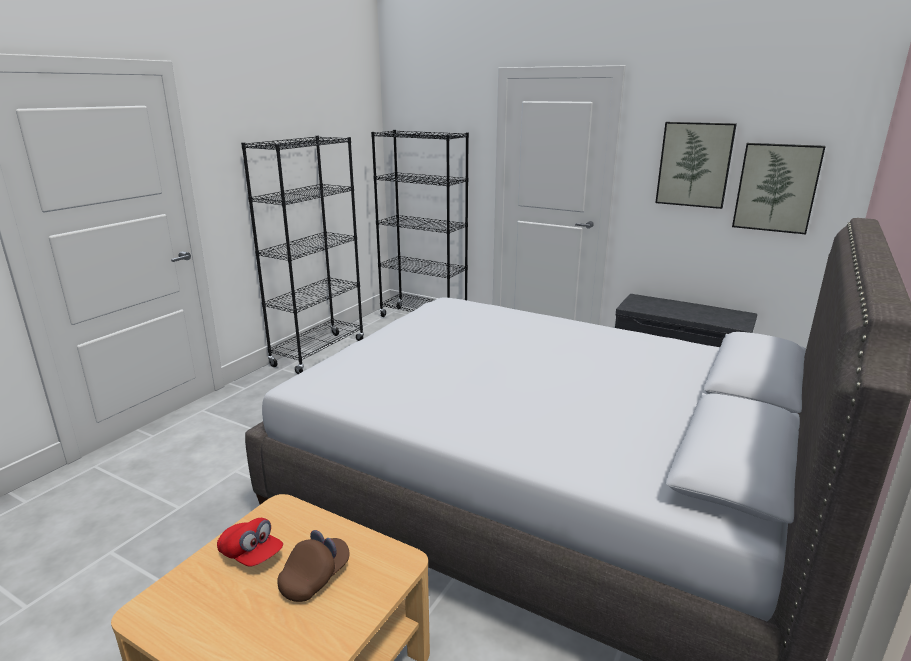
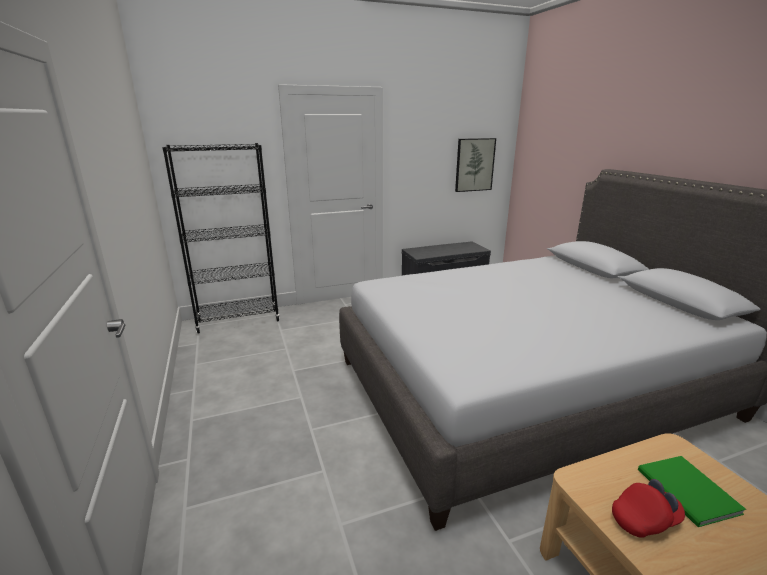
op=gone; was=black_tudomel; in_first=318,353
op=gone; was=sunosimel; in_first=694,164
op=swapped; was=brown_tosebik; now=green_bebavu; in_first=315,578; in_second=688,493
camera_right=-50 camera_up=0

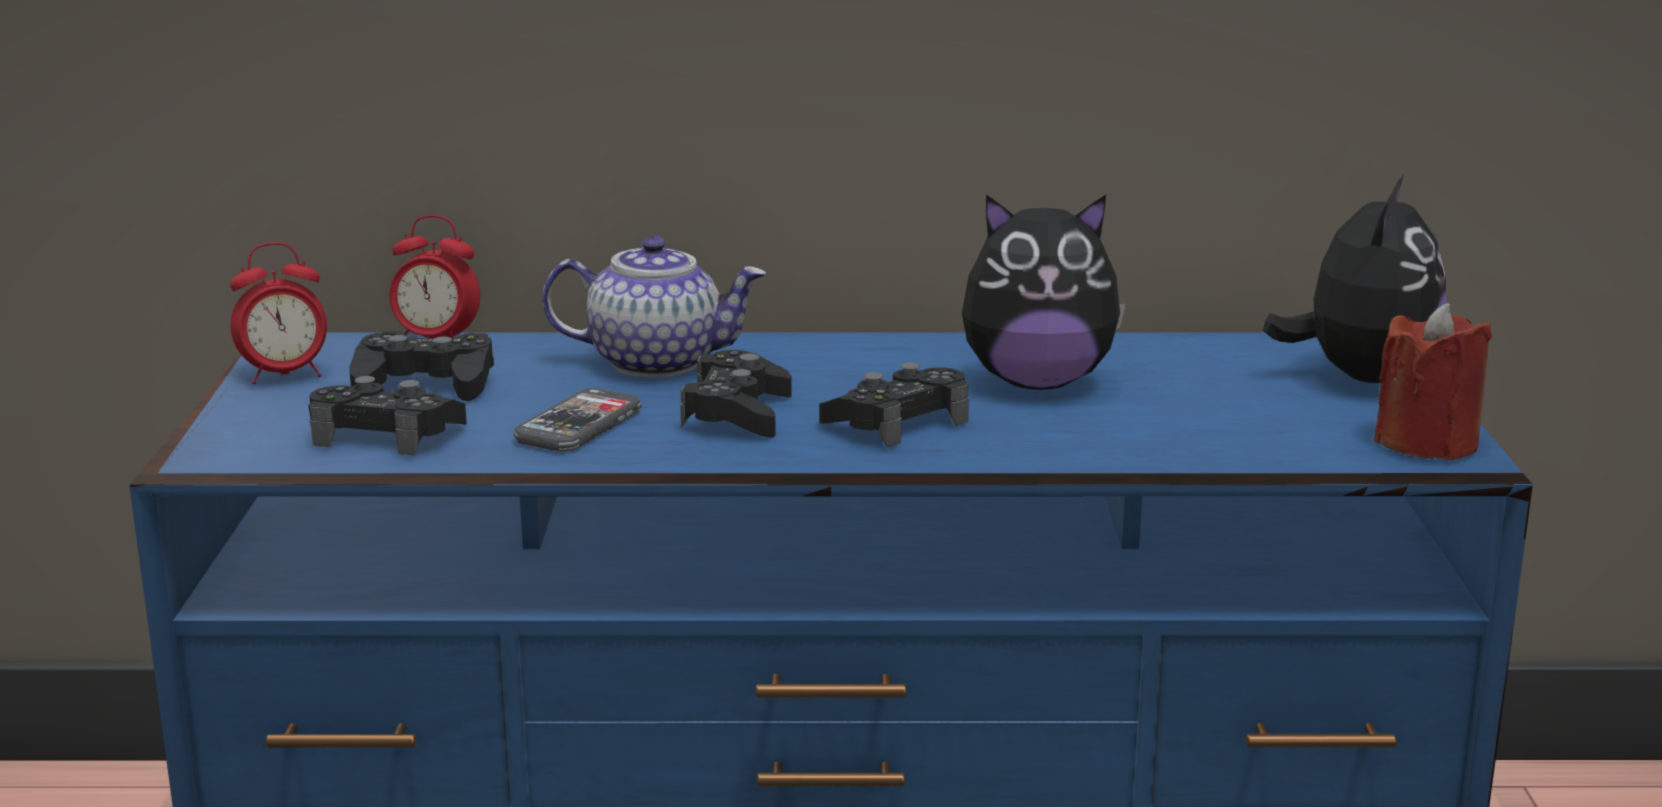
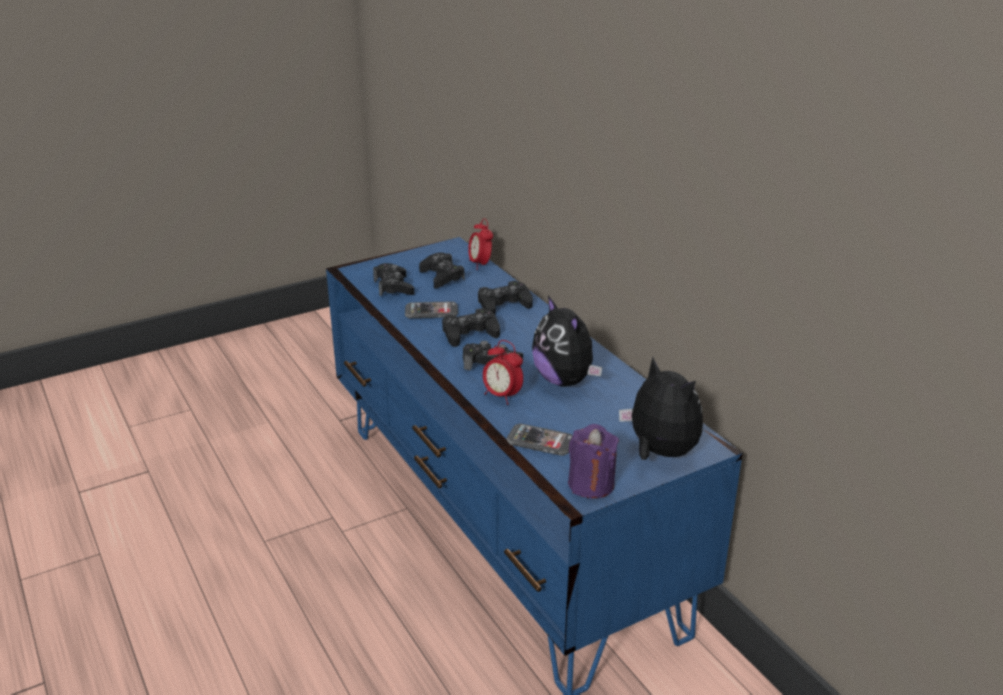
op=new; now=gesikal; in_second=540,441
op=shifted; was=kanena; in_first=285,375; in_second=502,396
op=swapped; was=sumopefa; now=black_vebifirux; in_first=658,362; in_second=503,305
op=repainted; was=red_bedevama; now=purple_bedevama; in_first=1427,443; in_second=591,484
op=rotated; was=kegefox; in_first=1360,377; in_second=659,452; clockwise=-120
camera_right=60 camera_up=10

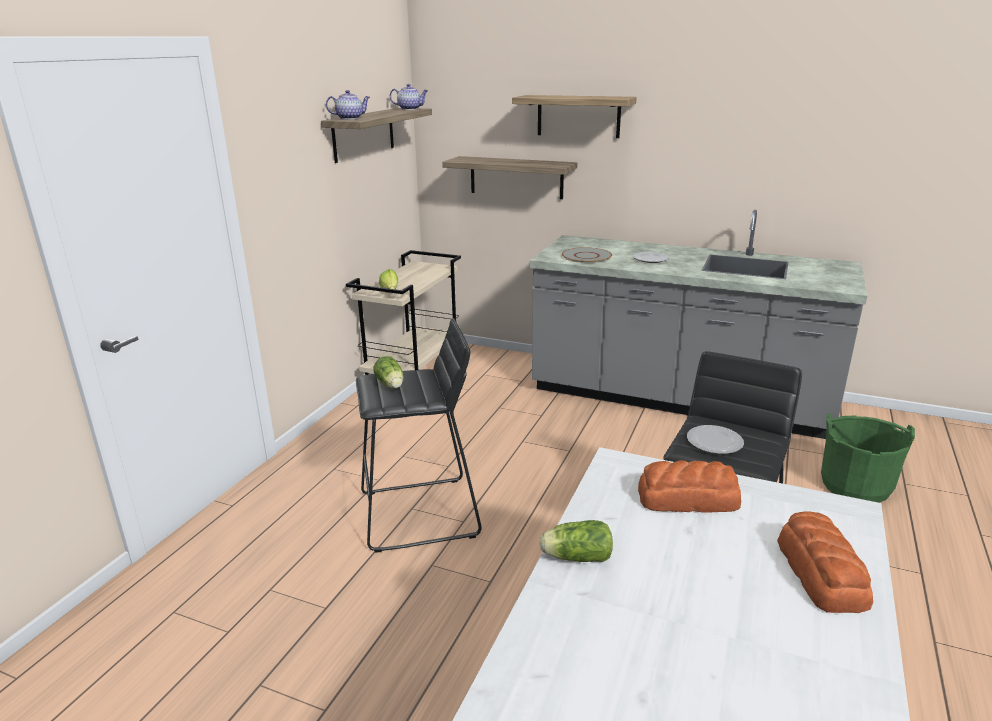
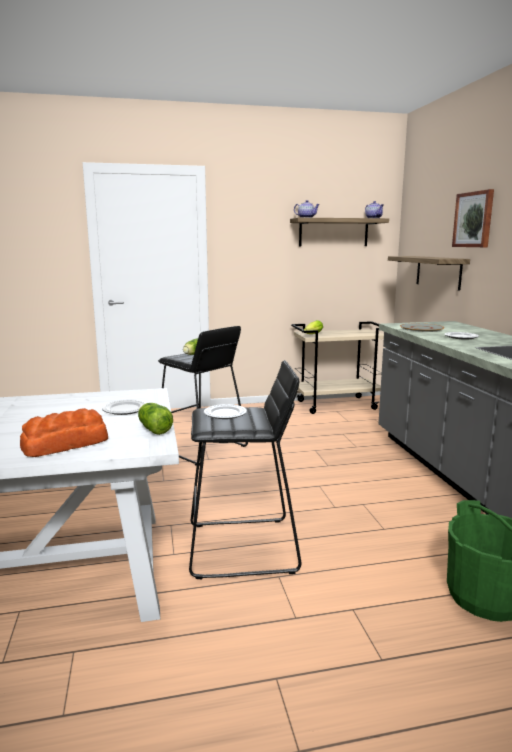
op=shifted; was=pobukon; in_first=575,557; in_second=153,429
op=swapped; was=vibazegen; now=sunosimel; in_first=578,116; in_second=474,219
op=swapped; was=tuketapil; now=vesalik; in_first=689,499; in_second=125,410
camera_right=55 camera_up=-10

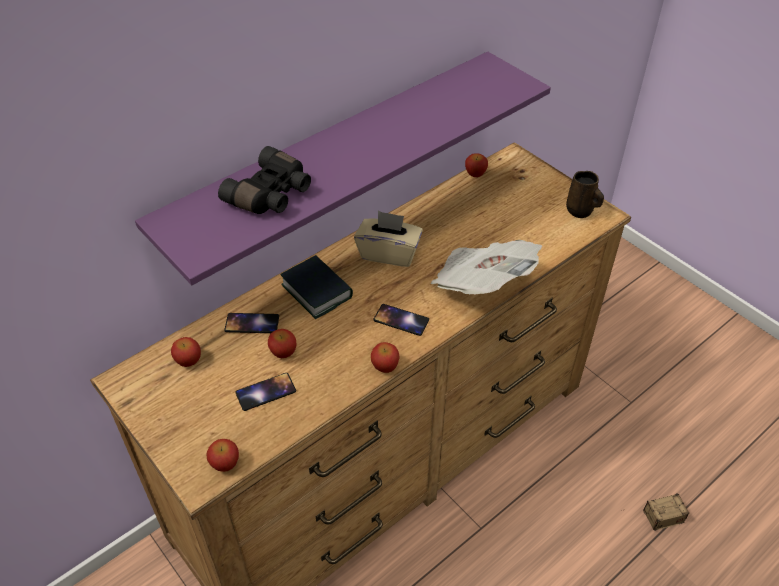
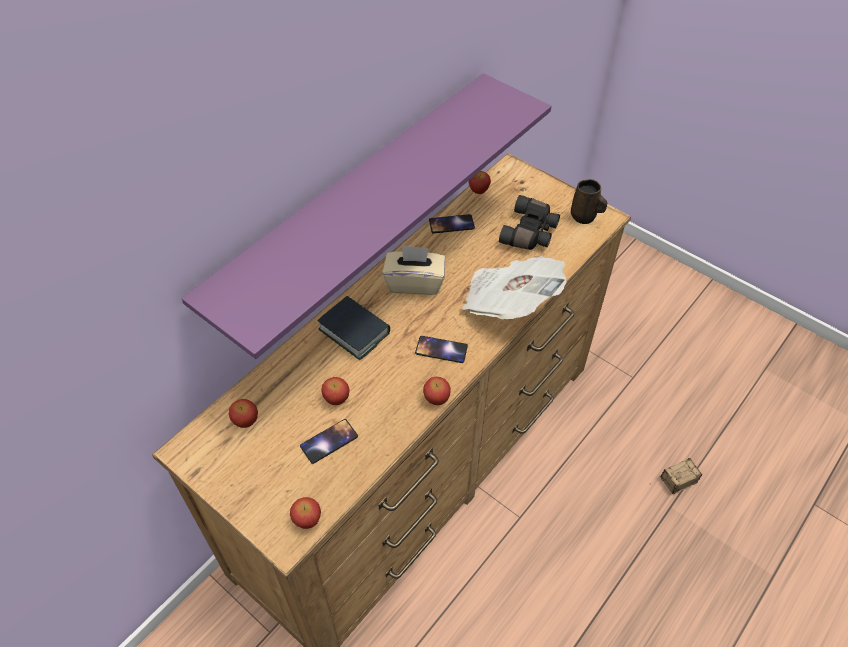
op=shifted; was=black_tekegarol; in_first=271,195; in_second=530,232
op=shifted; was=gesikal; in_first=252,324; in_second=451,224
camera_right=-10 camera_up=5

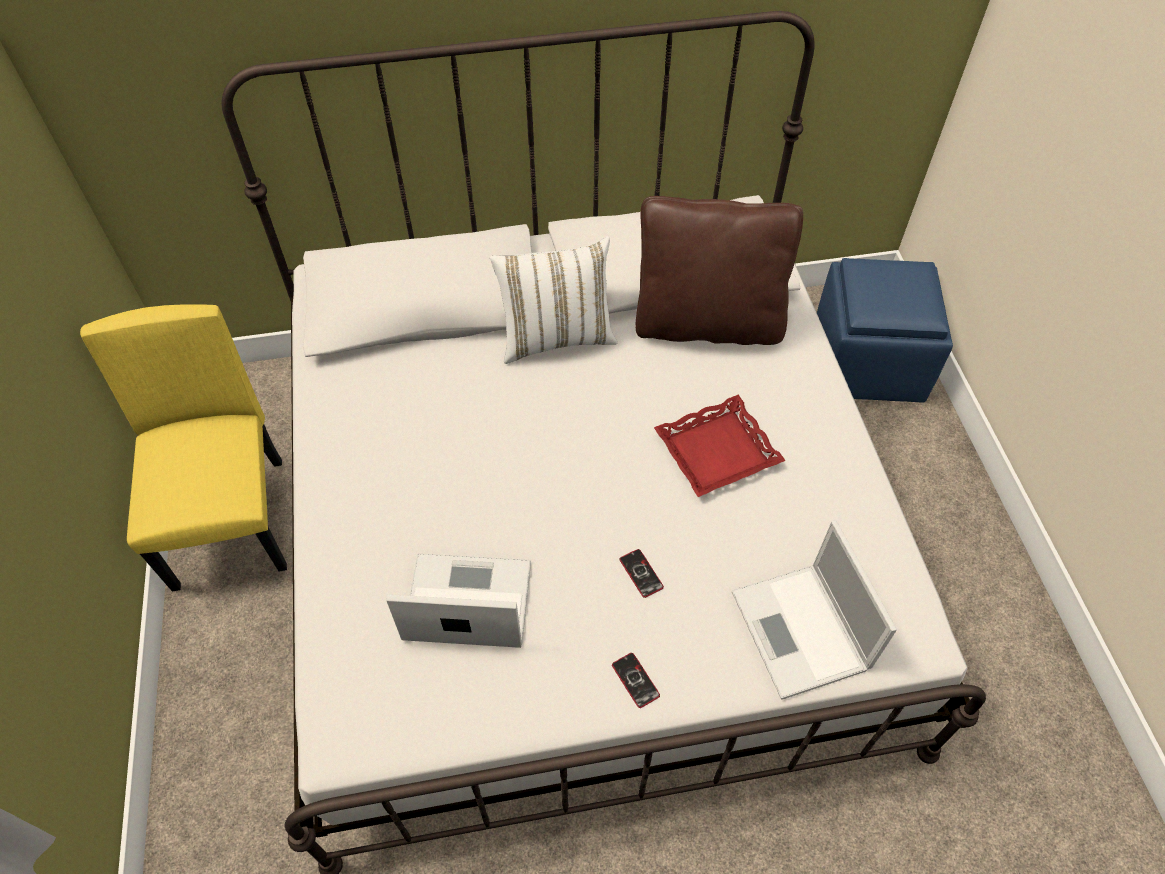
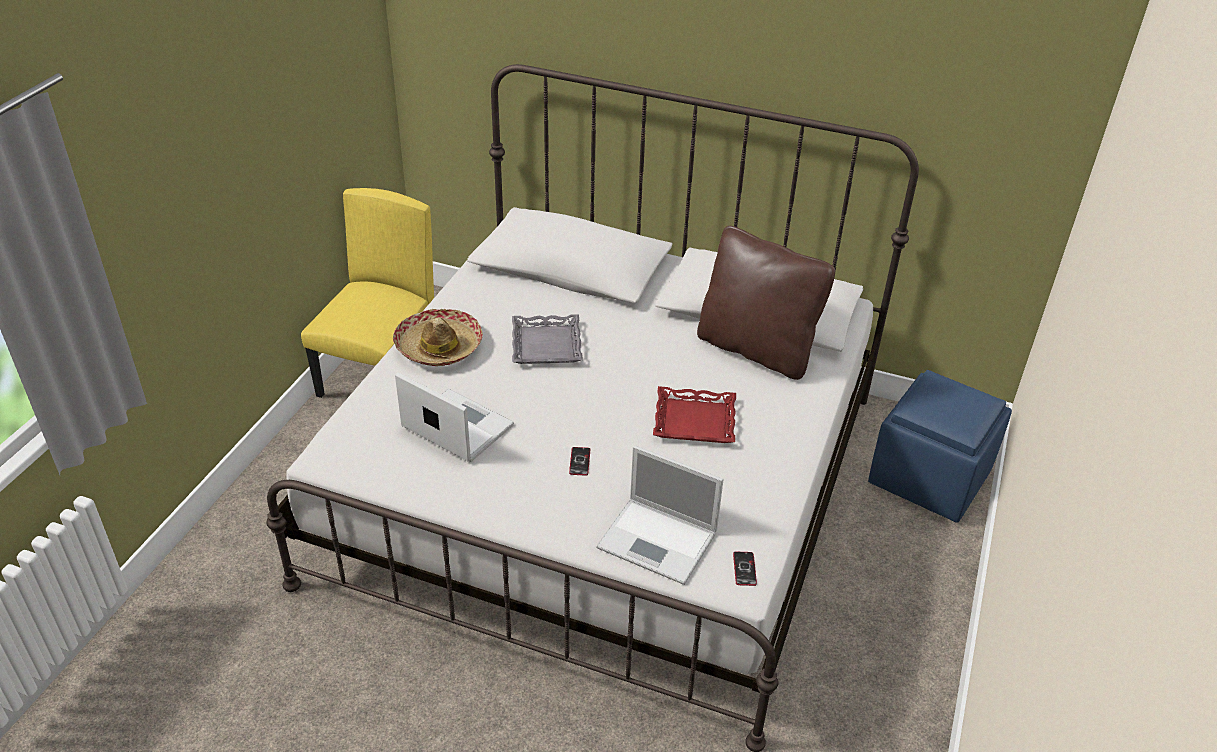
op=gone; was=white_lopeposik; in_first=556,337
op=new; now=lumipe; in_second=438,347
op=new; now=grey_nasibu; in_second=545,345
op=shifted; was=gesikal; in_first=635,680; in_second=744,569
op=rotated; was=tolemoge; in_first=801,632; in_second=659,541; clockwise=-75
camera_right=30 camera_up=-15

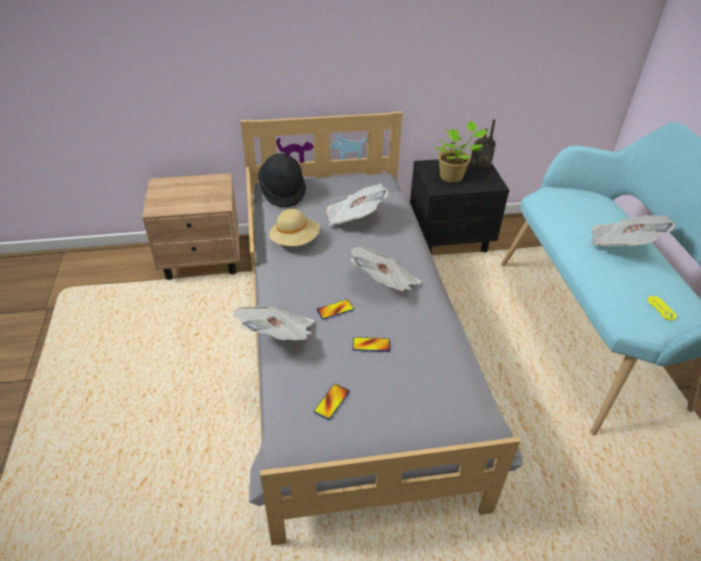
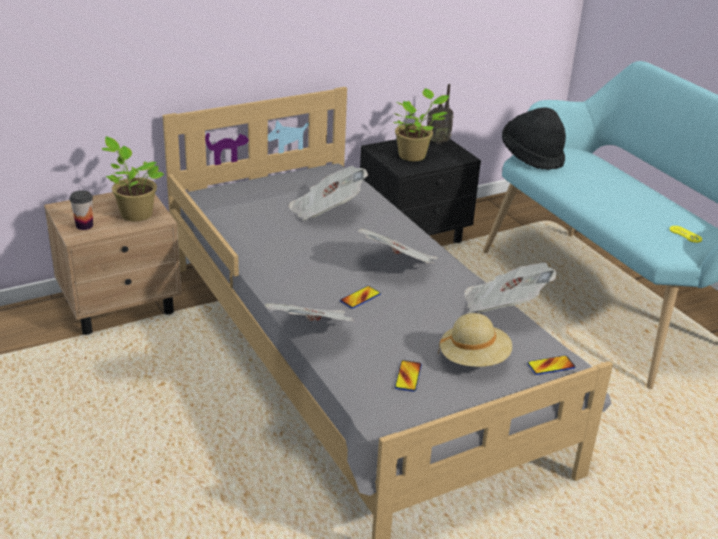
op=new; now=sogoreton; in_second=84,225
op=new; now=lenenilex; in_second=134,213
op=shifted; was=black_lumipe; in_first=283,192; in_second=532,157
op=shifted; was=beige_lumipe; in_first=295,241; in_second=474,359
op=shifted; was=gesikal; in_first=371,345; in_second=551,366
op=shifted; was=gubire; in_first=622,245; in_second=503,307
camera_right=-20 camera_up=-10

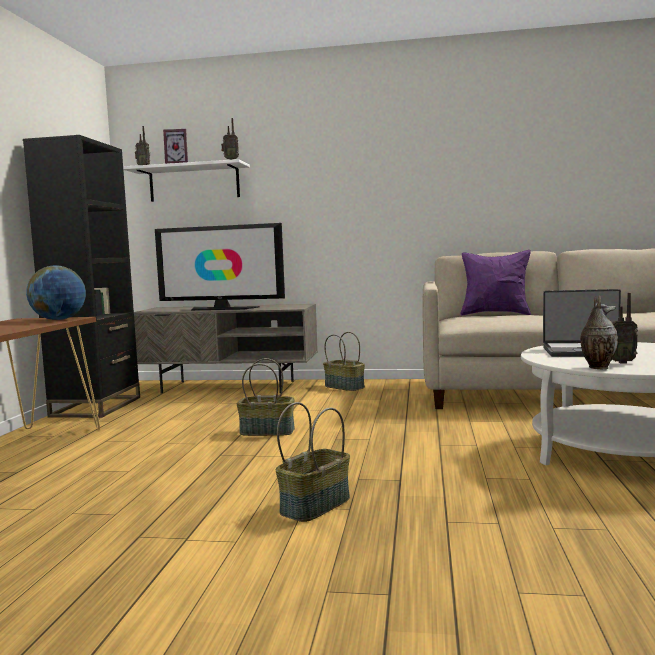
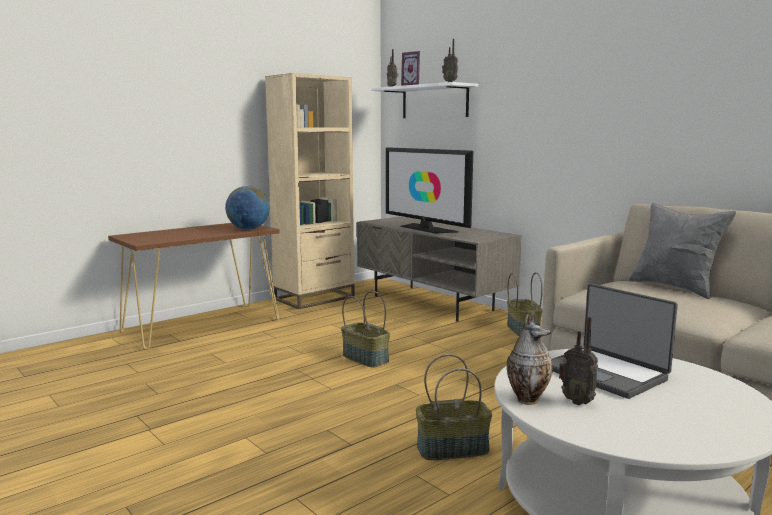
op=shifted; was=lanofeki; in_first=315,505; in_second=453,448
op=repainted; was=black_tudomel; now=beige_tudomel; in_first=97,407; in_second=314,298
op=repainted; was=purple_lopeposik; now=grey_lopeposik; in_first=495,314; in_second=675,288
camera_right=40 camera_up=5

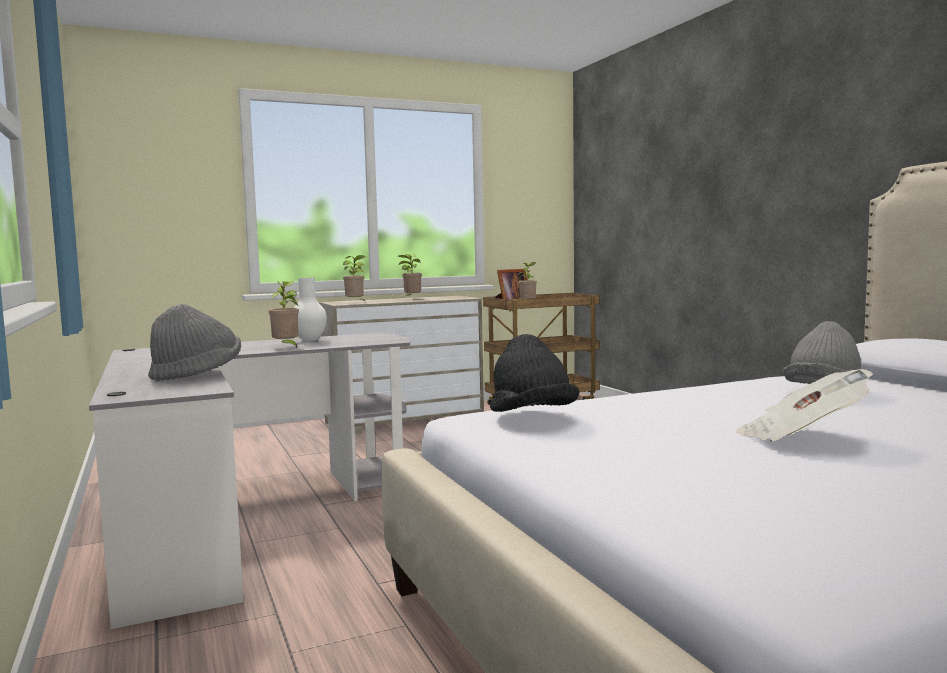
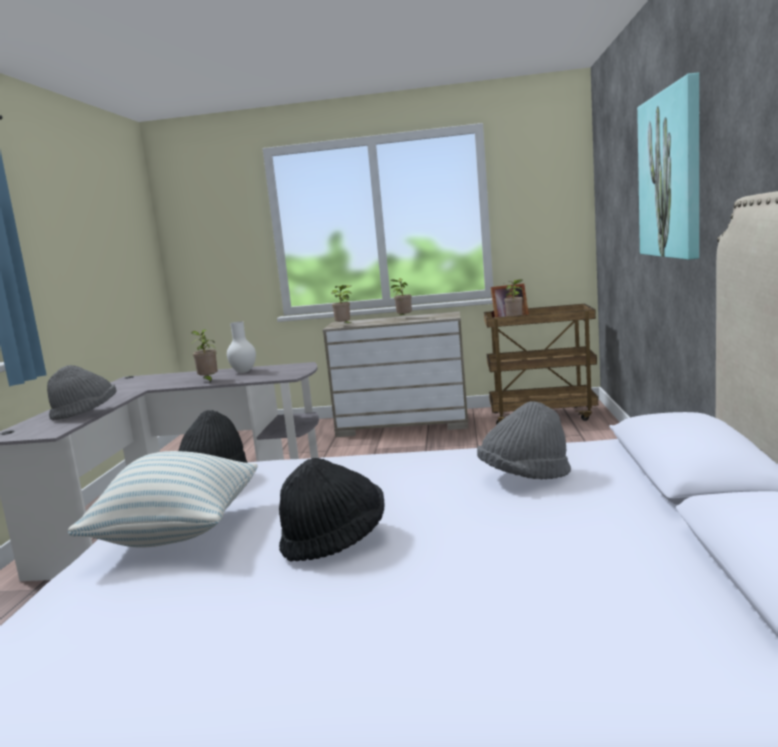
op=new; now=lopeposik; in_second=178,533
op=new; now=sunosimel; in_second=671,175
op=swapped; was=gubire; now=black_lumipe; in_first=801,437; in_second=335,540
camera_right=30 camera_up=5

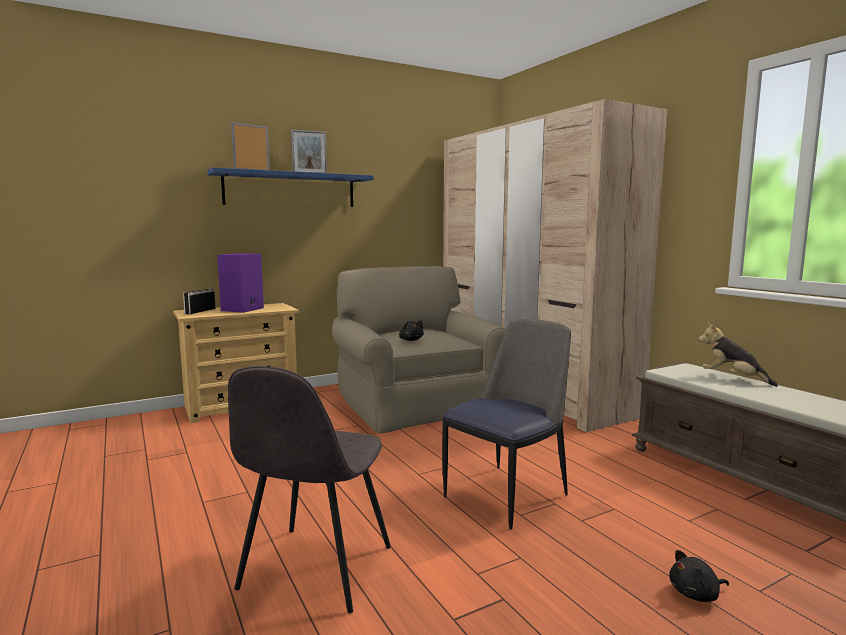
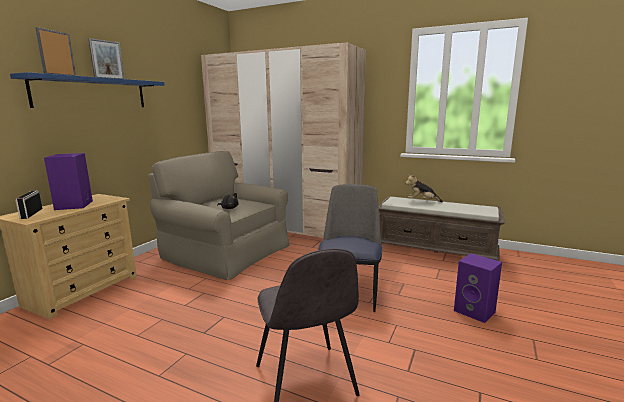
op=swapped; was=black_kegefox; now=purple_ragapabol; in_first=696,594; in_second=475,311
camera_right=-35 camera_up=5

